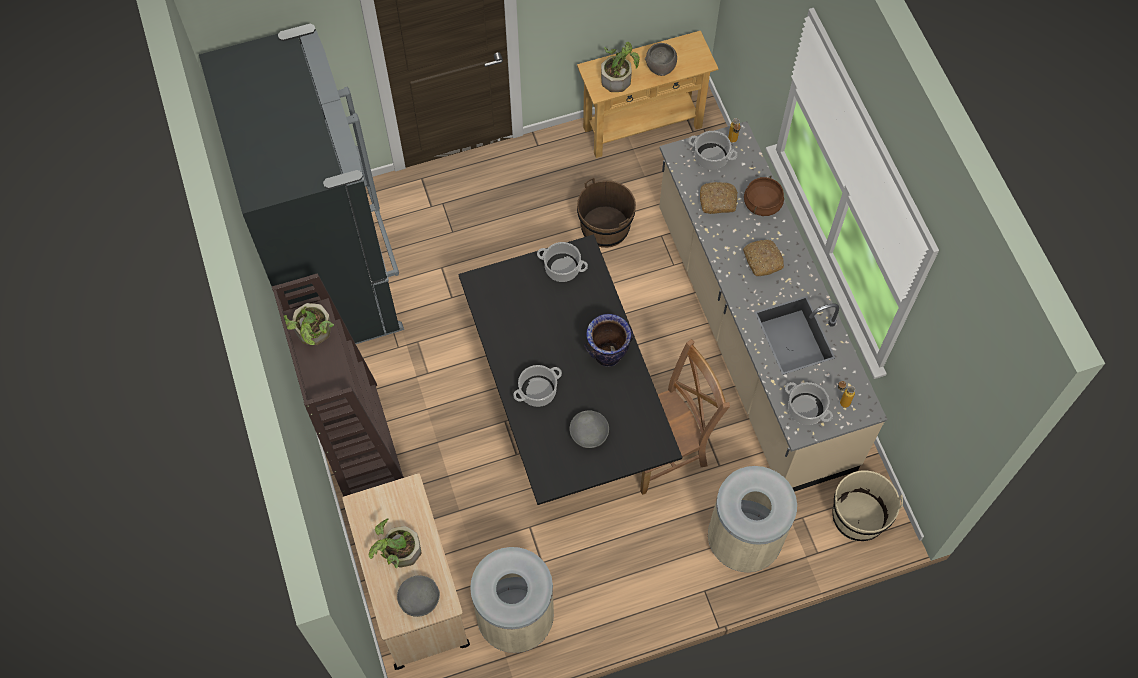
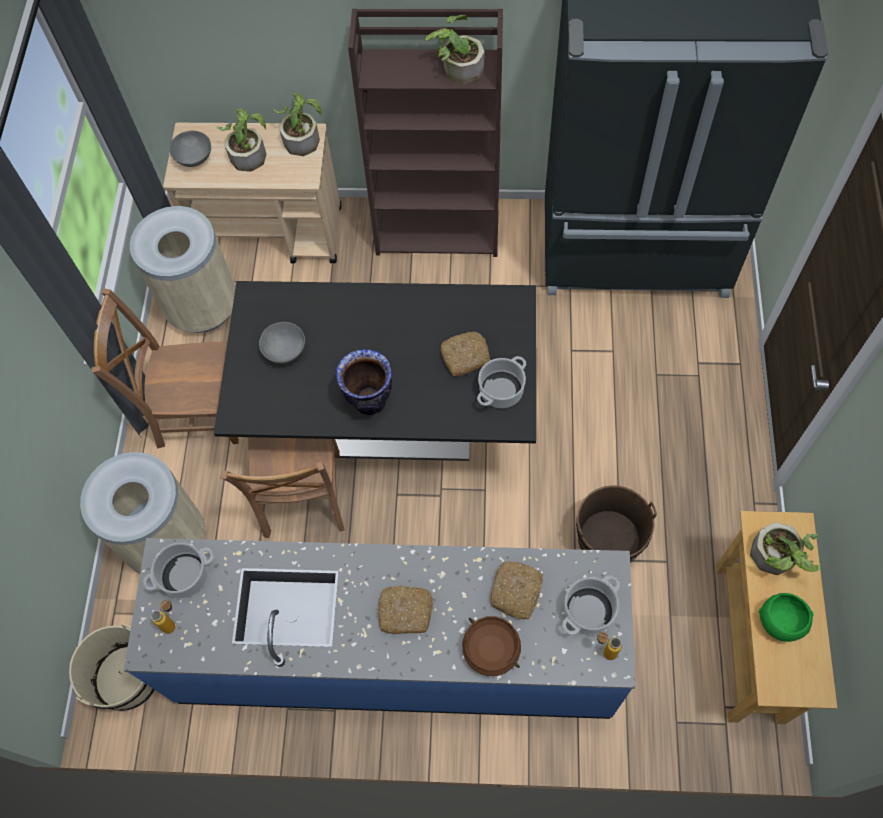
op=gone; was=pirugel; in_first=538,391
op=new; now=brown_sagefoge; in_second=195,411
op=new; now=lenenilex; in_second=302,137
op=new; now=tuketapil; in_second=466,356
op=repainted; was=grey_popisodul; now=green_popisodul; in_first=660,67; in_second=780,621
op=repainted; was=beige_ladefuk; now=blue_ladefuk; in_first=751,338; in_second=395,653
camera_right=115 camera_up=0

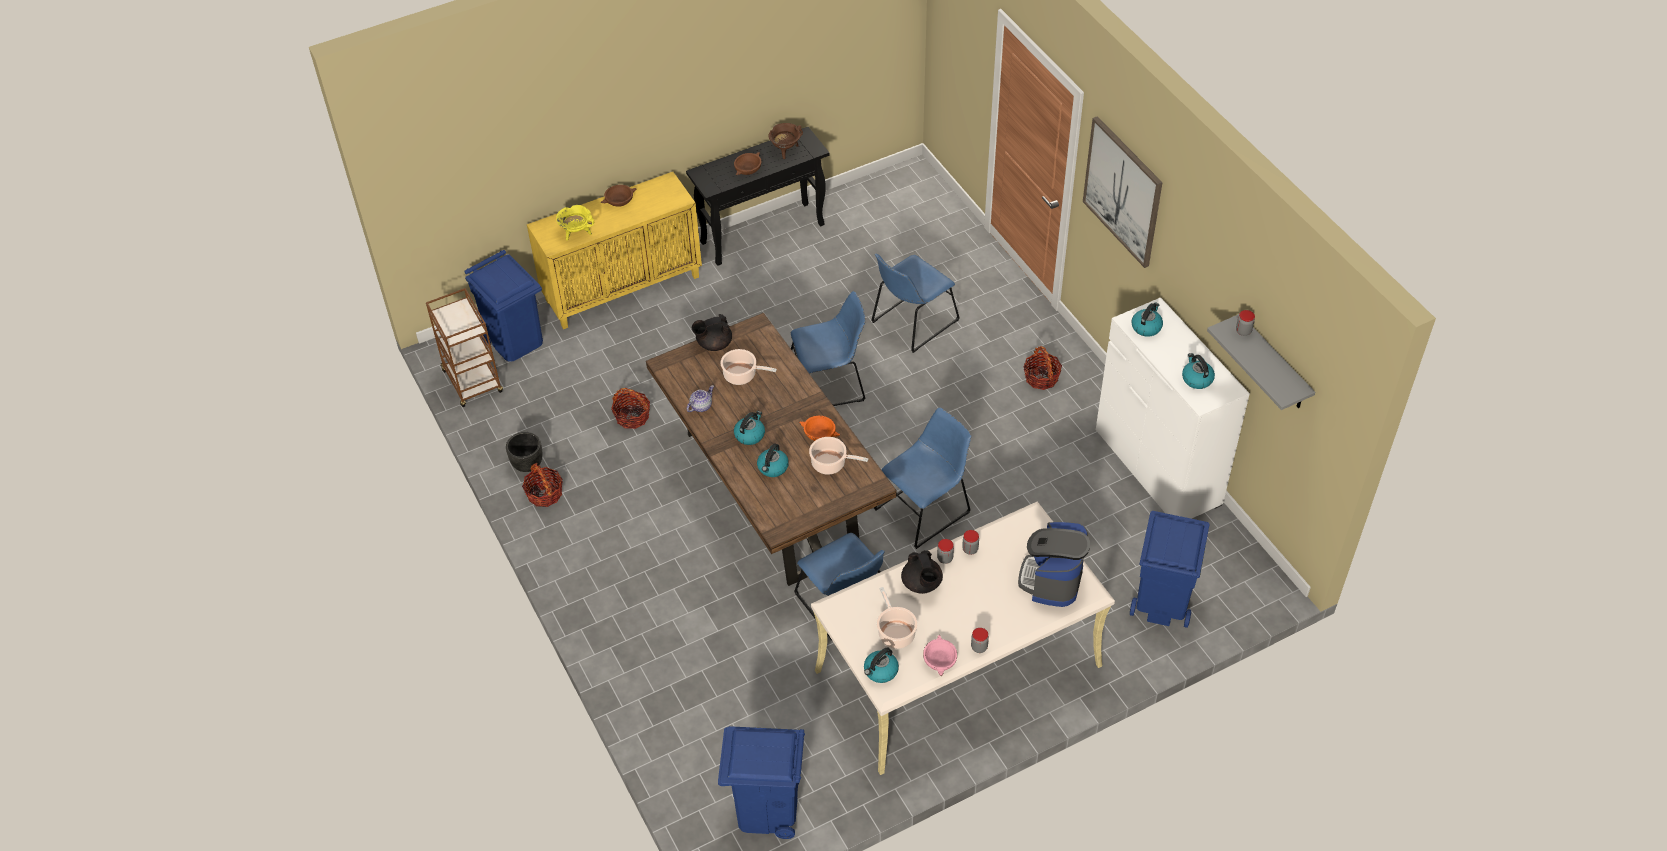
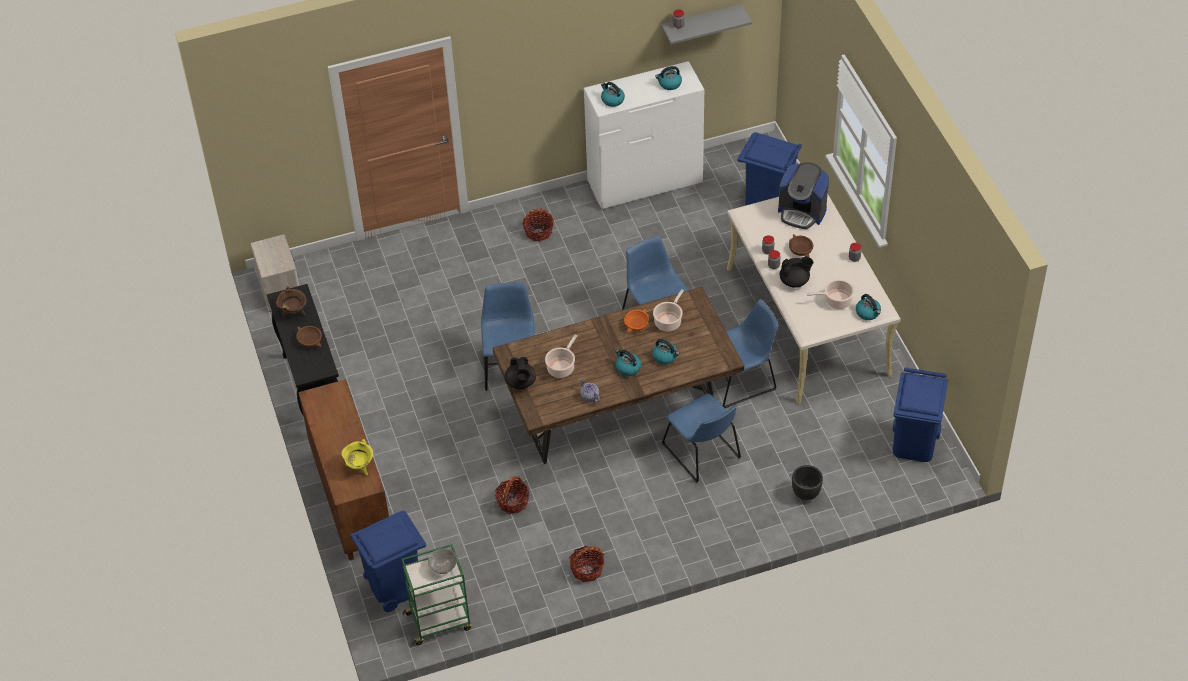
op=gone; was=pink_popisodul; in_first=939,660
op=gone; was=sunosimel; in_first=1123,191
op=new; now=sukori; in_second=280,289
op=new; now=grey_popisodul; in_second=443,567
op=shifted; was=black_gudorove; in_first=527,465; in_second=806,494
op=shifted; was=brown_popisodul; in_first=619,201; in_second=800,250
op=shifted; was=blue_sagefoge; in_first=912,323; in_second=703,453
op=repainted; was=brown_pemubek; now=green_pemubek; in_first=473,382; in_second=439,621
op=repainted; was=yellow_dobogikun; now=brown_dobogikun; in_first=623,288; in_second=351,499
camera_right=-80 camera_up=0

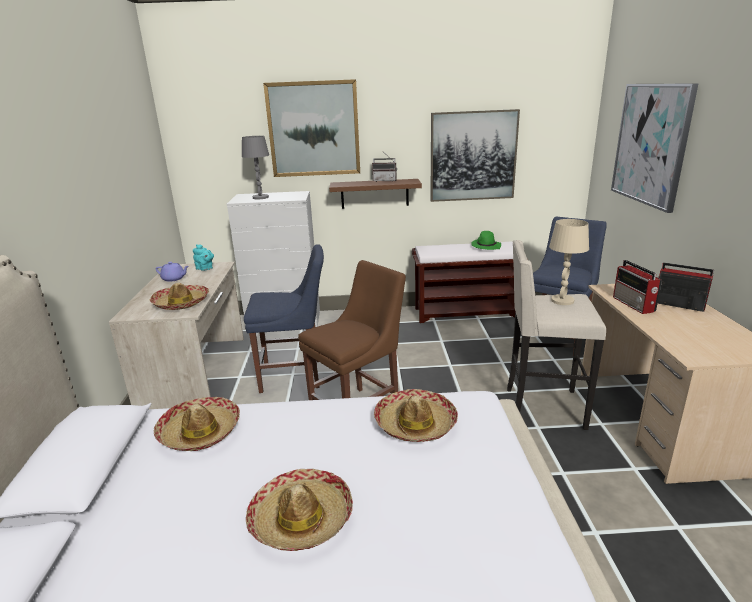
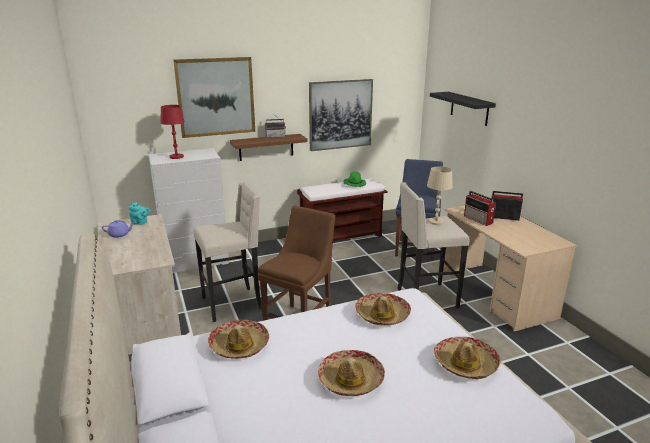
op=shifted; was=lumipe; in_first=181,303; in_second=465,364
op=swapped; was=blue_sagefoge; now=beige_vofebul; in_first=295,375; in_second=233,303
op=swapped; was=sunosimel; now=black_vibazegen; in_first=650,144; in_second=469,108
op=repainted; was=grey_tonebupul; now=red_tonebupul; in_first=260,197; in_second=176,157
camera_right=-20 camera_up=0

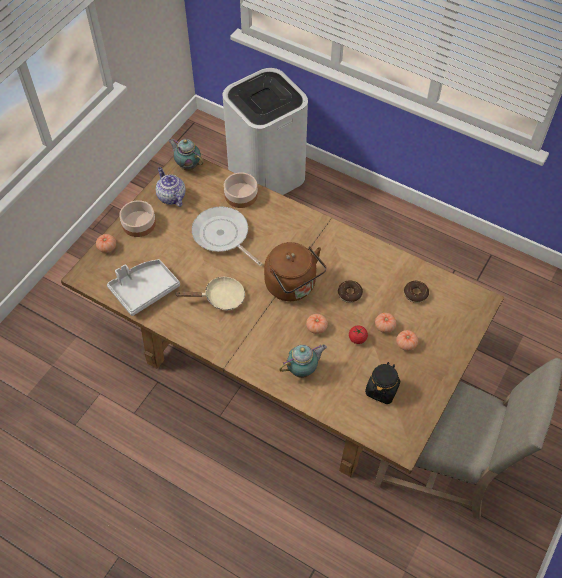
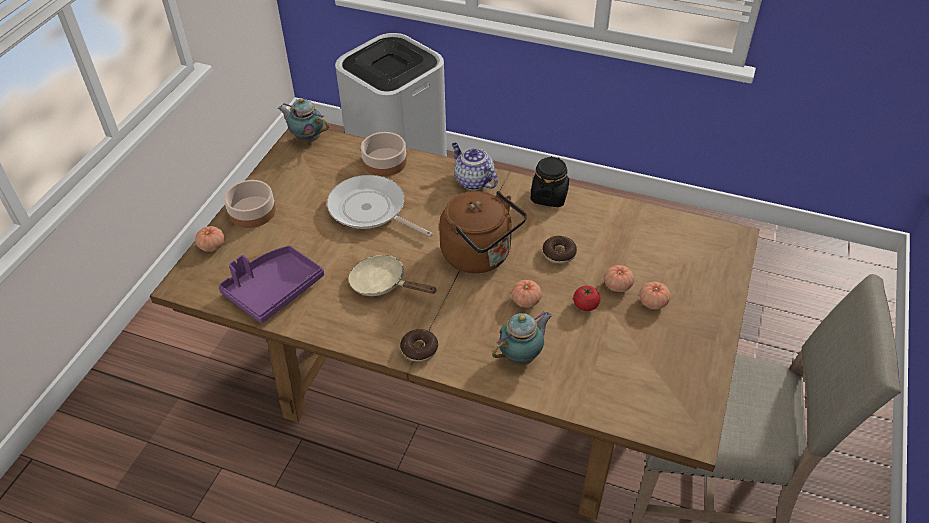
op=shifted; was=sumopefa; in_first=171,196; in_second=473,181
op=shifted; was=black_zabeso; in_first=382,389; in_second=549,196
op=shifted; was=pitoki; in_first=415,294; in_second=419,349
op=repainted; was=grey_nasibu; now=purple_nasibu; in_first=144,290; in_second=273,290
op=rotated; was=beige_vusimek; in_first=220,298; in_second=383,284; clockwise=-135
camera_right=-10 camera_up=-10

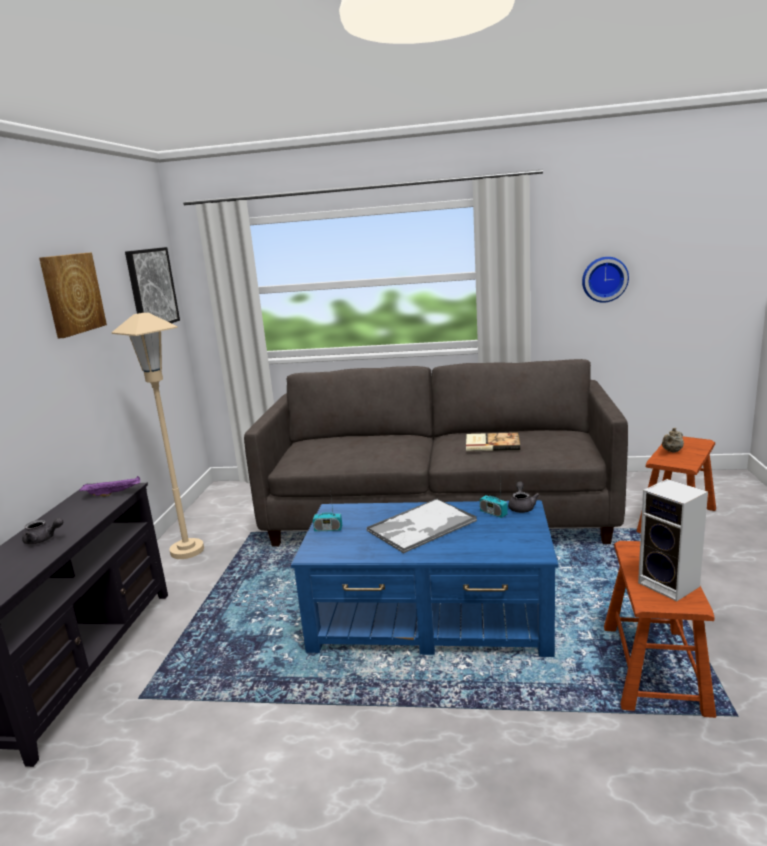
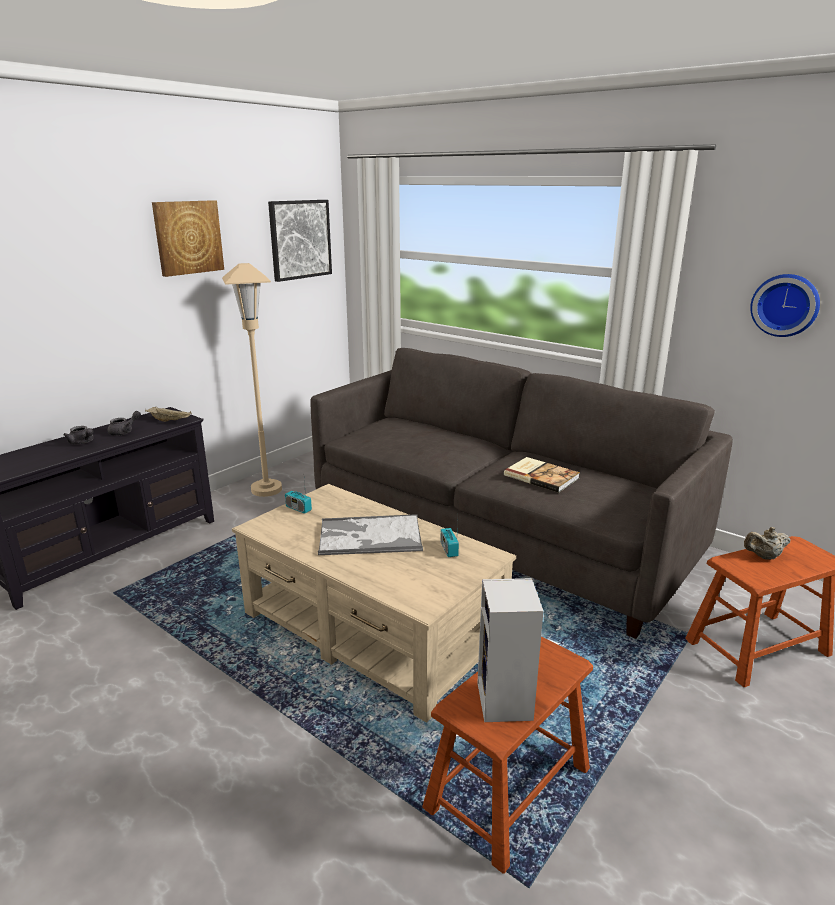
op=shifted; was=grey_sumopefa; in_first=521,507; in_second=124,432
op=repainted; was=purple_nasibu; now=beige_nasibu; in_first=114,493; in_second=170,421
op=repainted; was=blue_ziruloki; now=beige_ziruloki; in_first=431,616; in_second=371,630
camera_right=30 camera_up=5

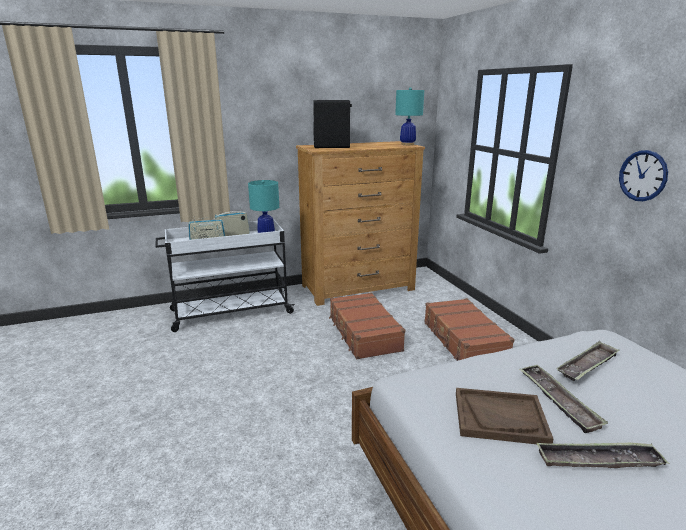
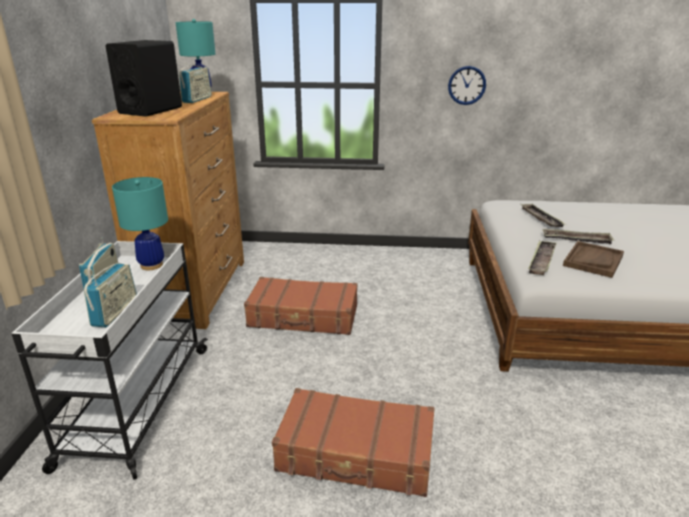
op=new; now=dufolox; in_second=197,99
op=shifted; was=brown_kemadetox; in_first=463,341; in_second=356,454
op=shifted; was=nasibu; in_first=598,460; in_second=541,260
camera_right=-65 camera_up=5

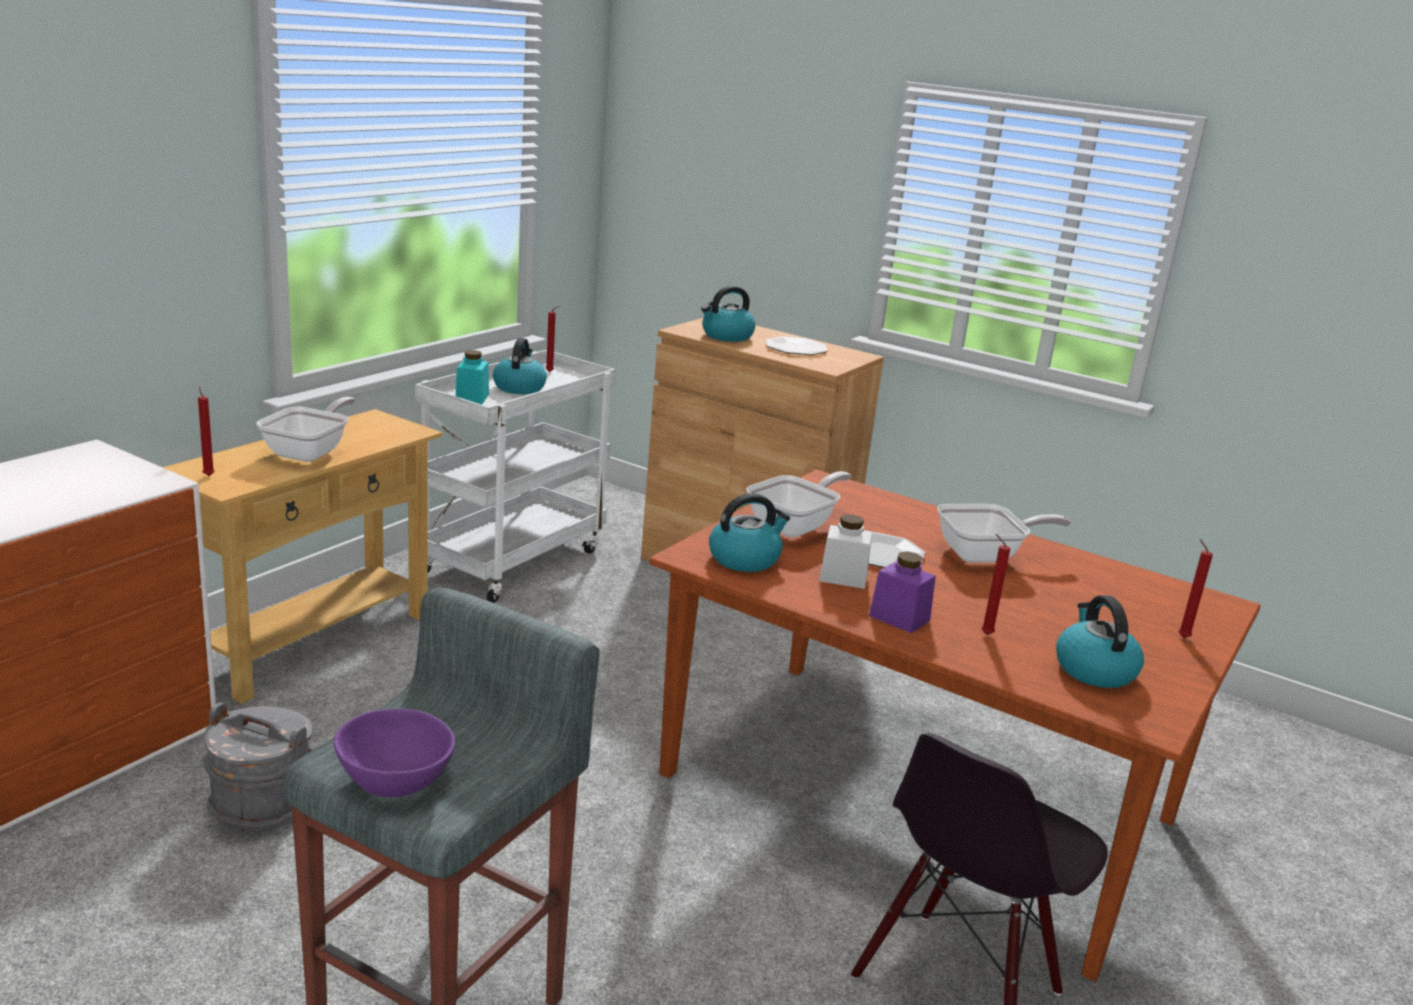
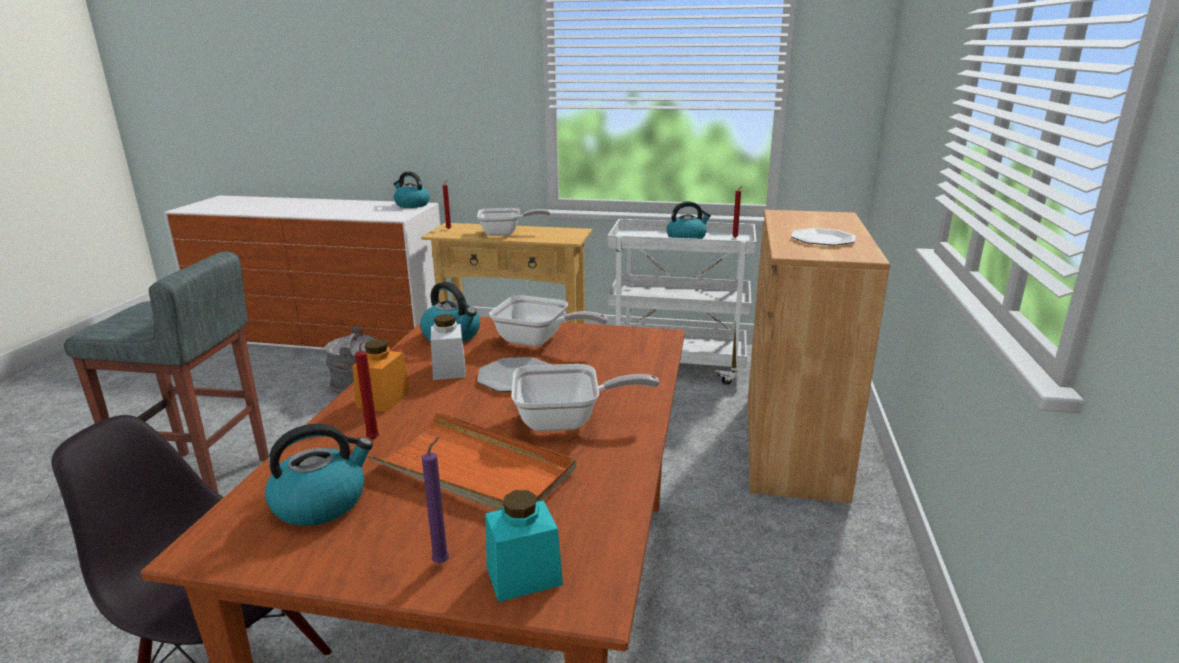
op=gone; was=purple_popisodul; in_first=394,780
op=new; now=orange_nasibu; in_second=475,470
op=shifted; was=turquoise_zabeso; in_first=472,398; in_second=524,576
op=shifted; was=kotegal; in_first=726,336; in_second=411,205
op=repainted; was=purple_zabeso; now=orange_zabeso; in_first=899,618; in_second=383,399
op=repainted; was=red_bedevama; now=purple_bedevama; in_first=1181,637; in_second=443,561
op=rotated; was=vusimek; in_first=986,555; in_second=567,421; clockwise=-60
camera_right=70 camera_up=0

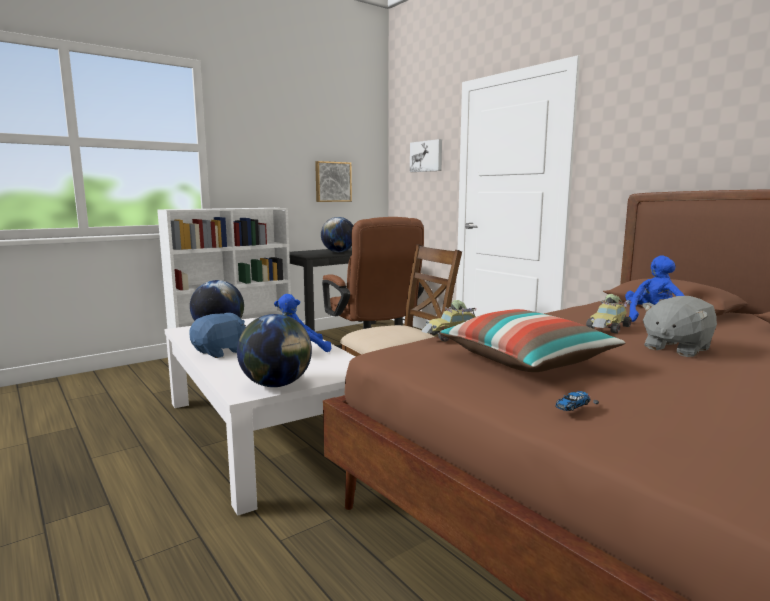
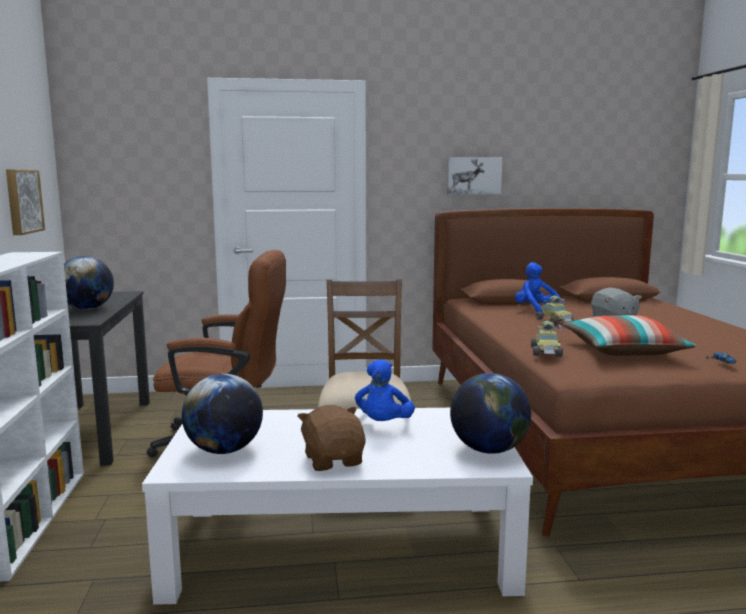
op=shifted; was=sunosimel; in_first=427,156; in_second=473,175
op=repainted; was=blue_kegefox; now=brown_kegefox; in_first=220,352; in_second=334,460
camera_right=-60 camera_up=0

